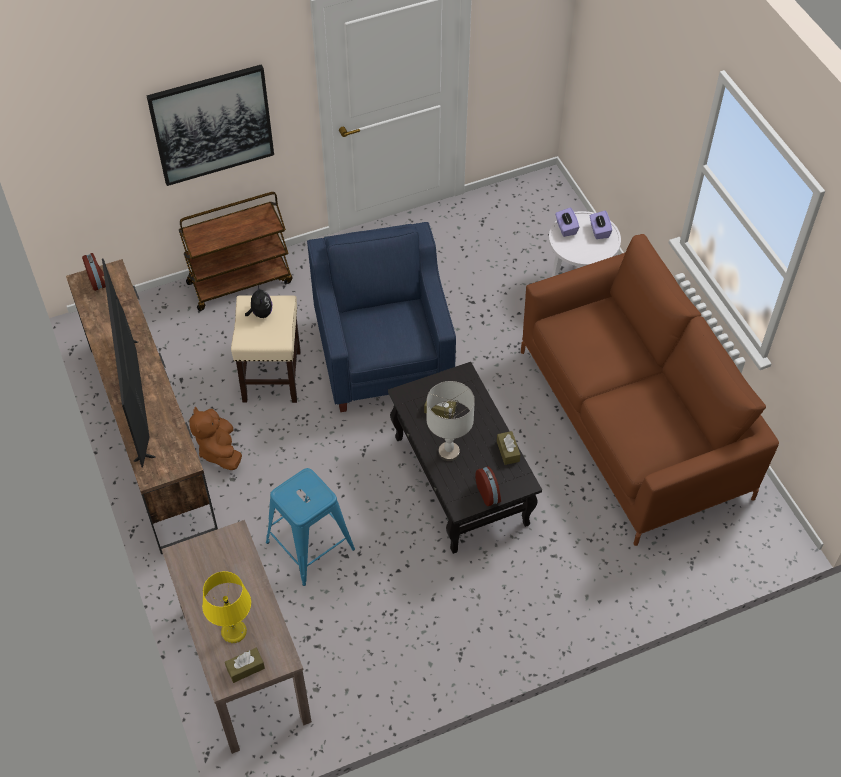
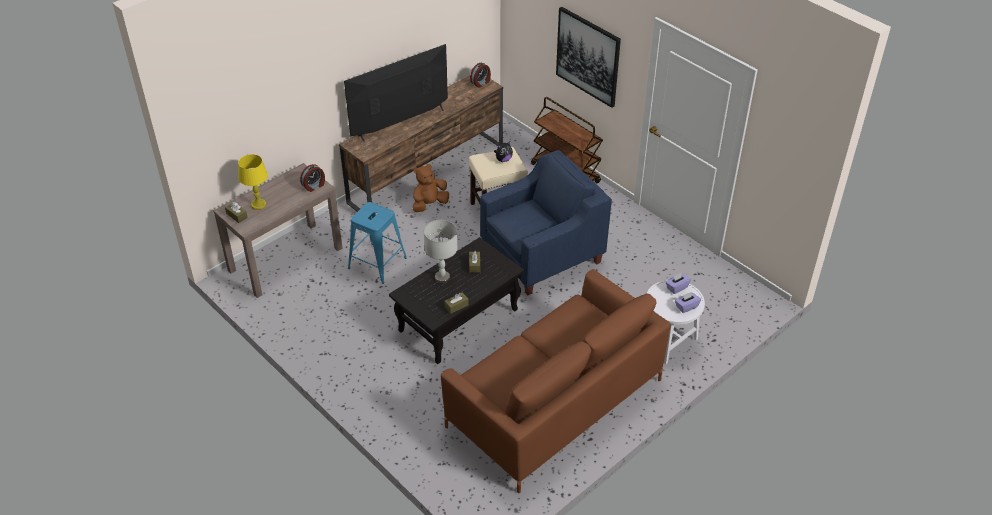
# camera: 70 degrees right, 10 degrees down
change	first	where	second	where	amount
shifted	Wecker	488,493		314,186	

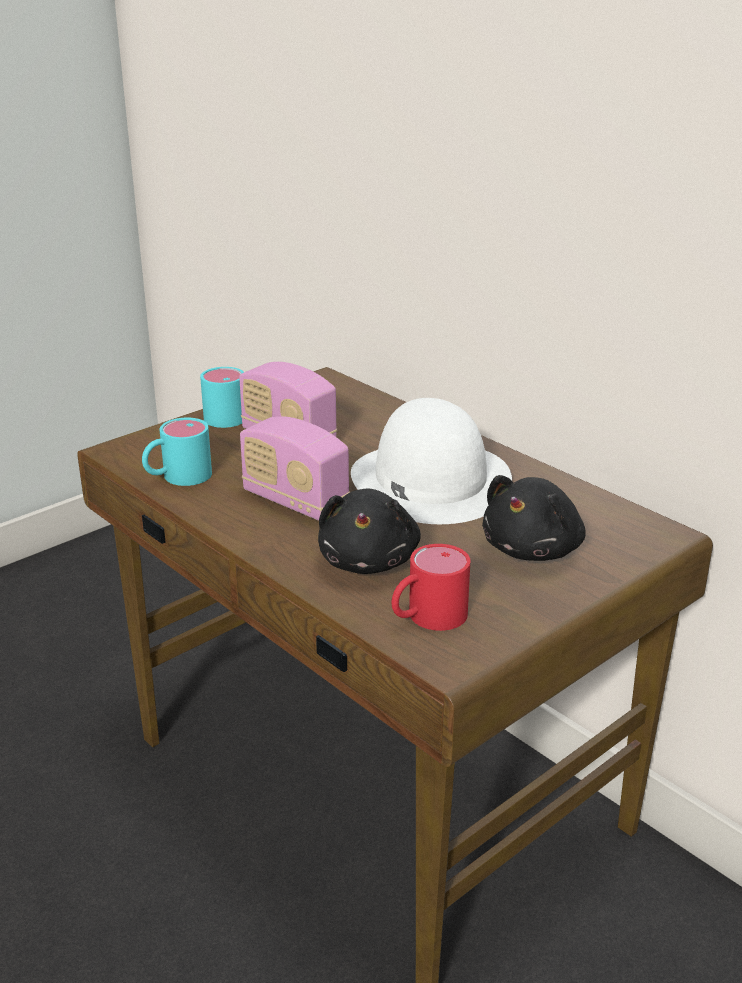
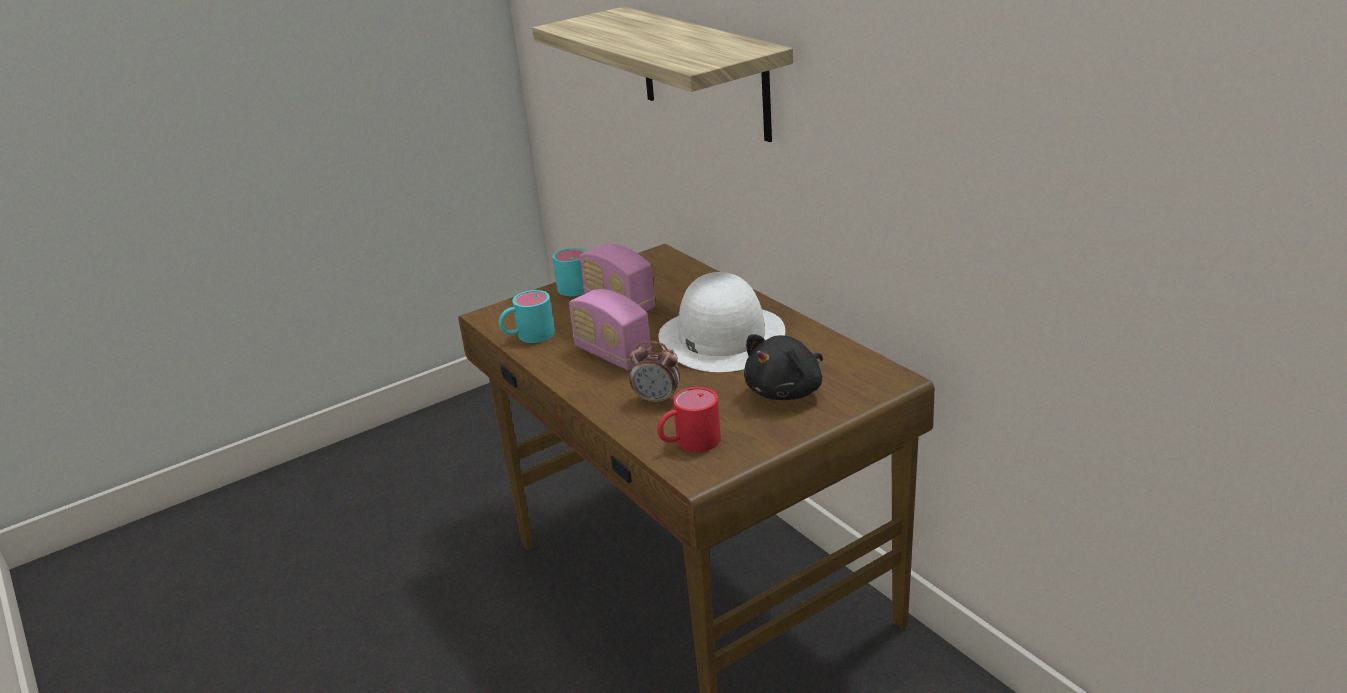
# camera: 10 degrees right, 0 degrees up
change	first	where	second	where	amount
swapped	Plüschtier/schwarz	369,560	Wecker	657,400	
new			Wandregal	703,72	

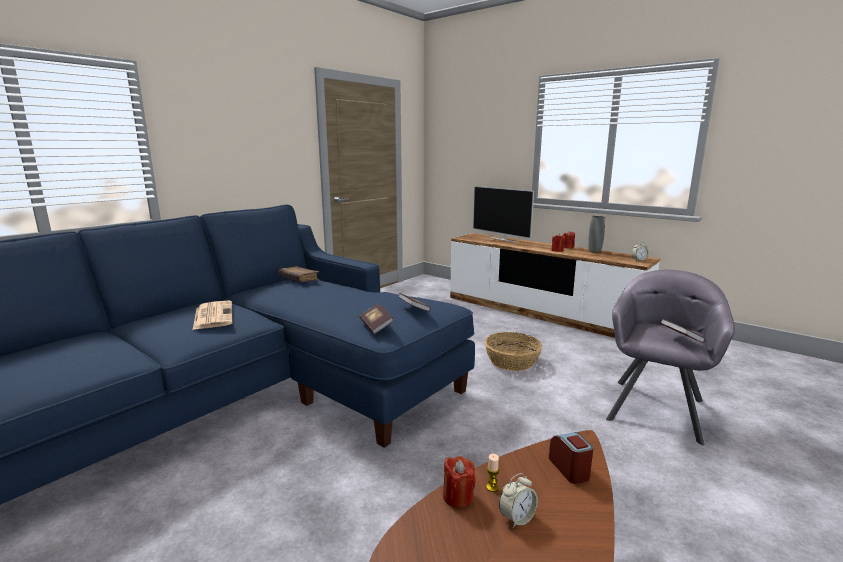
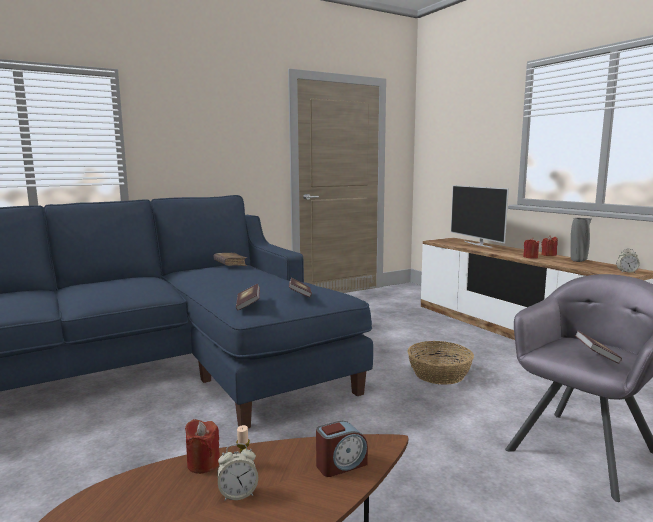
# camera: 20 degrees right, 5 degrees down
change	first	where	second	where	amount
gone	Zeitung	213,315			
rotated	Wecker	569,469		341,465	60 degrees clockwise

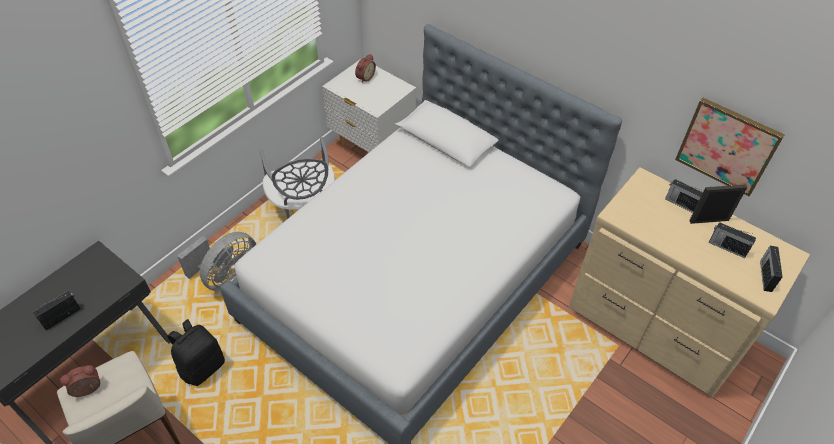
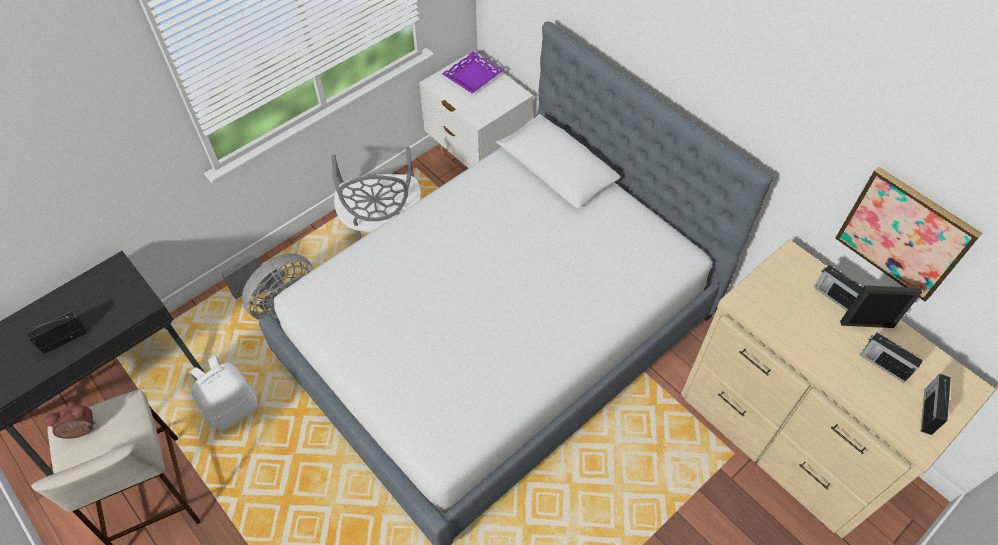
# camera: 10 degrees right, 5 degrees up
change	first	where	second	where	amount
swapped	Wecker	364,77	Tablett/lila	472,76	
repainted	Rucksack/schwarz	202,366	Rucksack/weiß	232,408	

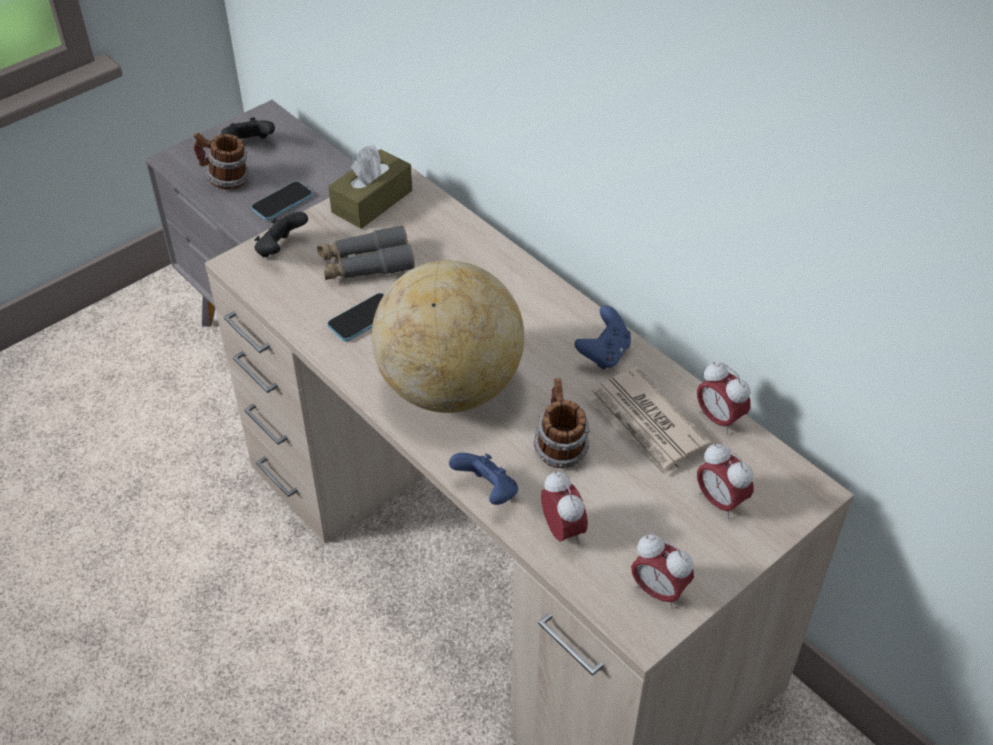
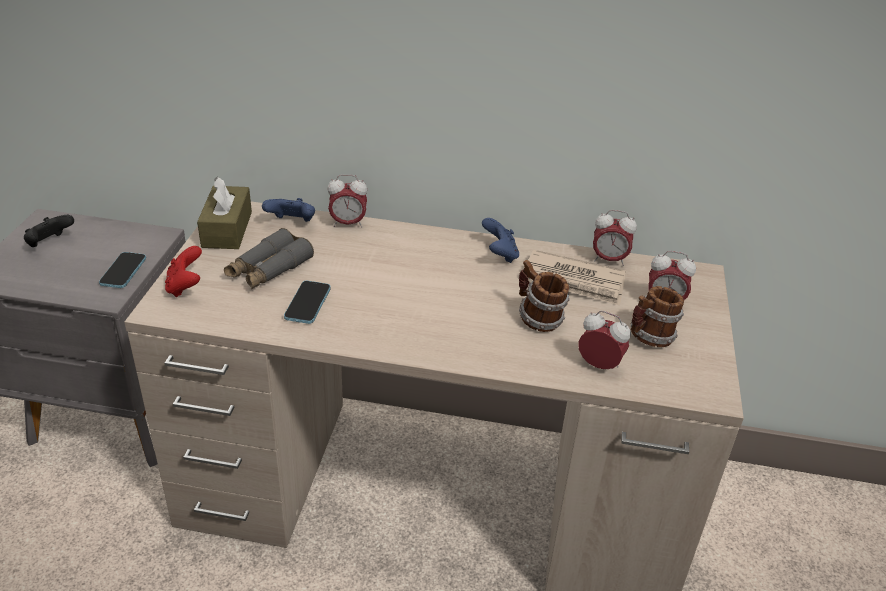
# camera: 40 degrees left, 10 degrees down
change	first	where	second	where	amount
shifted	Henkelbecher	226,180		649,338	
repainted	Gamepad/schwarz	281,249	Gamepad/rot	185,286	
gone	Globus	450,388			
shifted	Gamepad/blau	487,492		292,223	
shifted	Wecker	658,591		348,224	

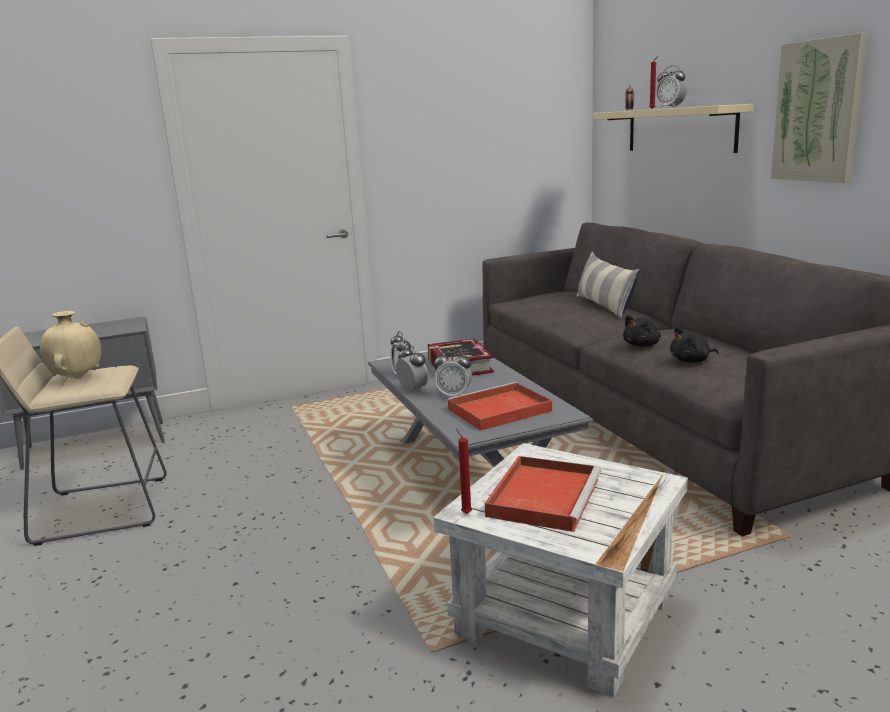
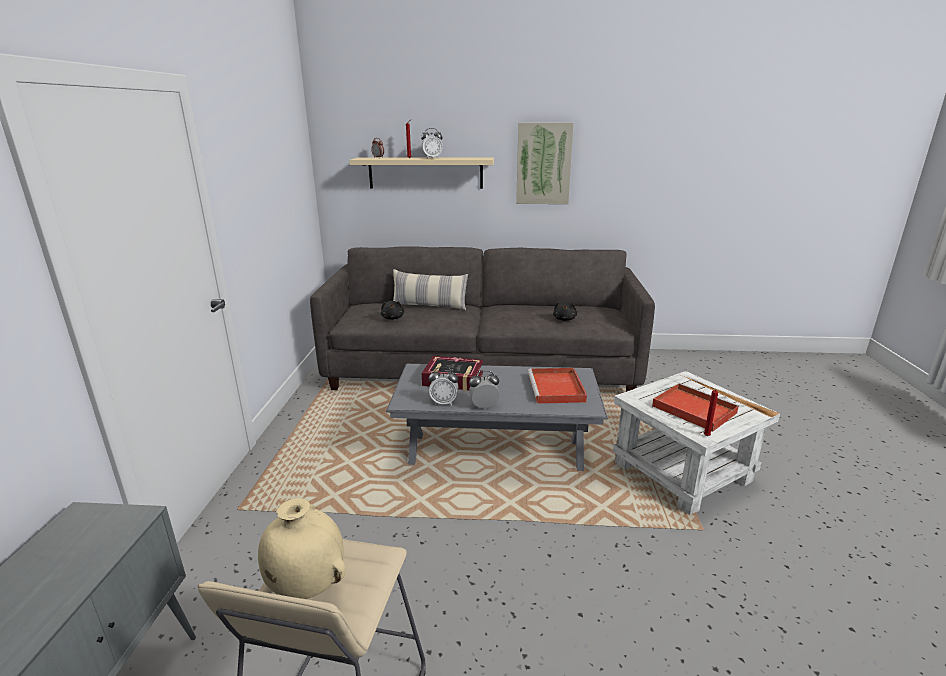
# camera: 65 degrees left, 5 degrees up
change	first	where	second	where	amount
shifted	Plüschtier/schwarz	642,345		393,318	
gone	Wecker	454,395			

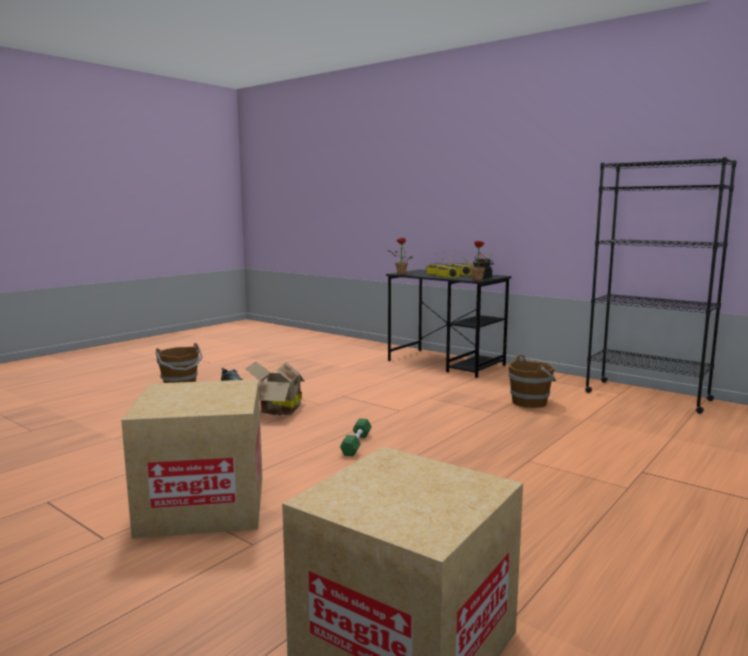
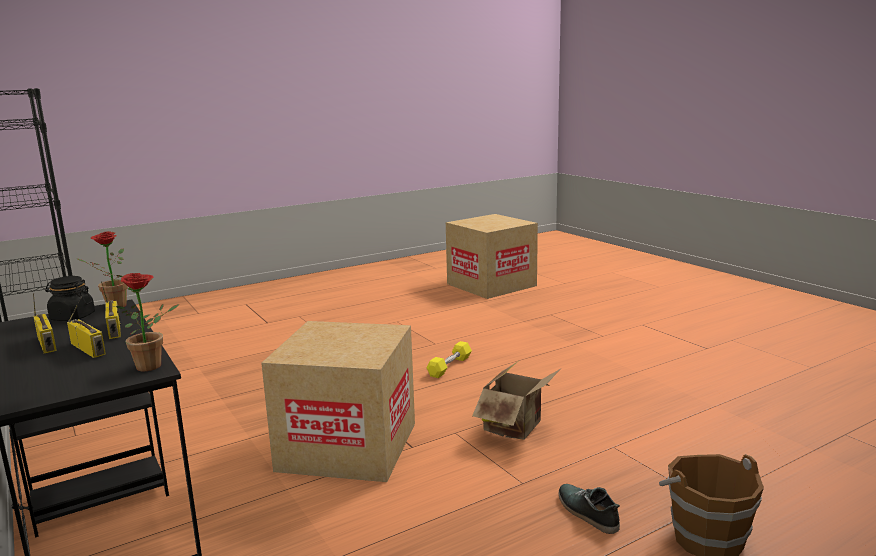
# camera: 160 degrees left, 5 degrees up
change	first	where	second	where	amount
gone	Eimer/braun	530,402			
shifted	Karton	203,504		348,446	
repainted	Hantel/grün	356,444	Hantel/gelb	450,366	

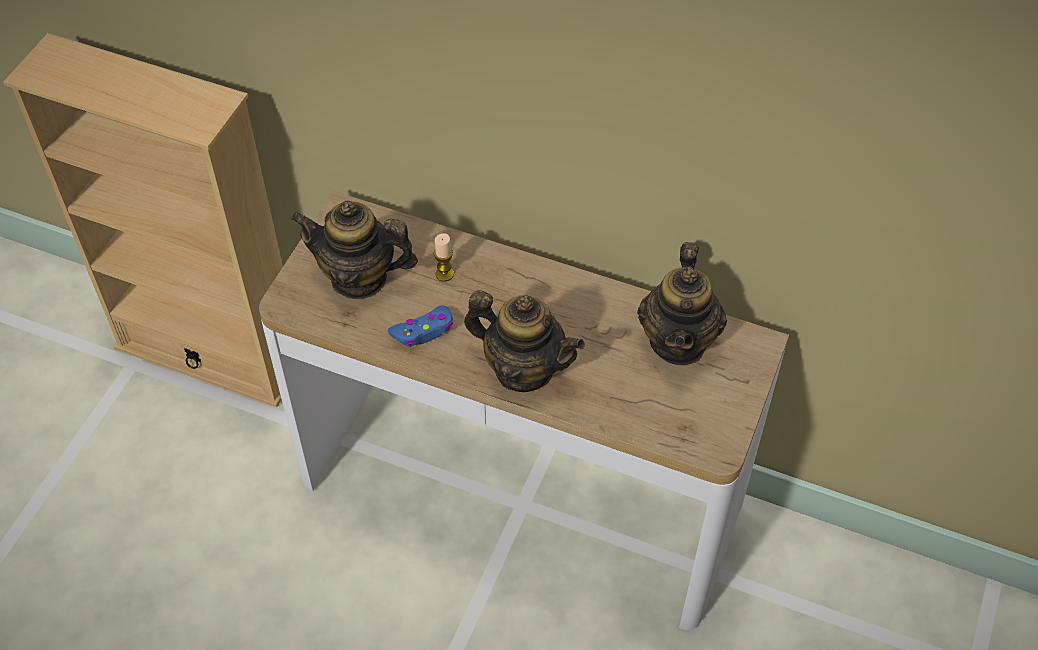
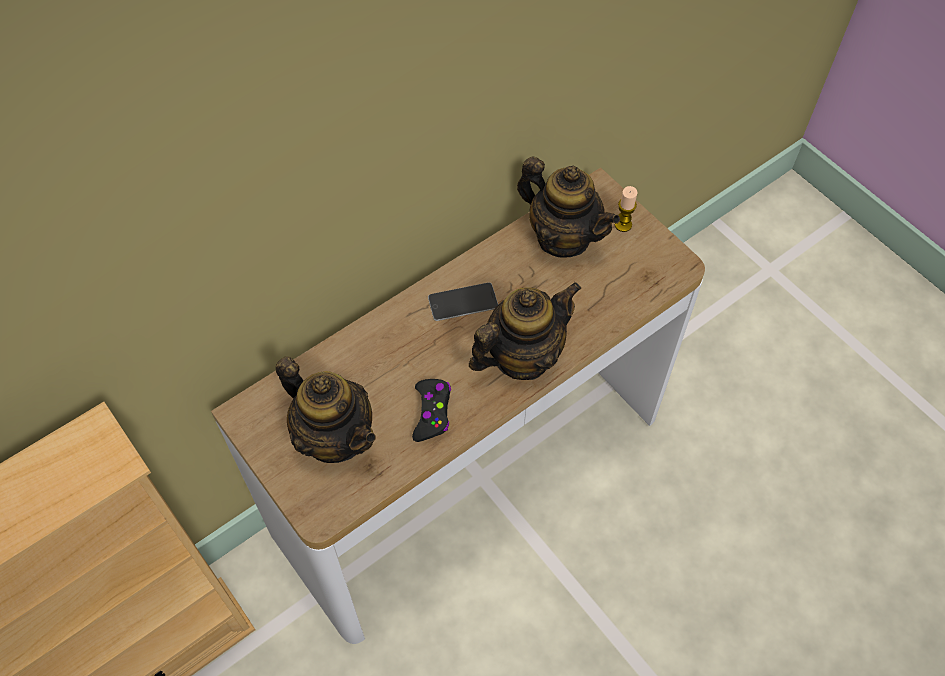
# camera: 60 degrees left, 5 degrees up
change	first	where	second	where	amount
rotated	Teekanne	359,278		335,436	90 degrees counterclockwise
shifted	Kerze	444,274		623,225	
repainted	Gamepad/blau	423,331	Gamepad/schwarz	432,413	
new			Handy	463,302	

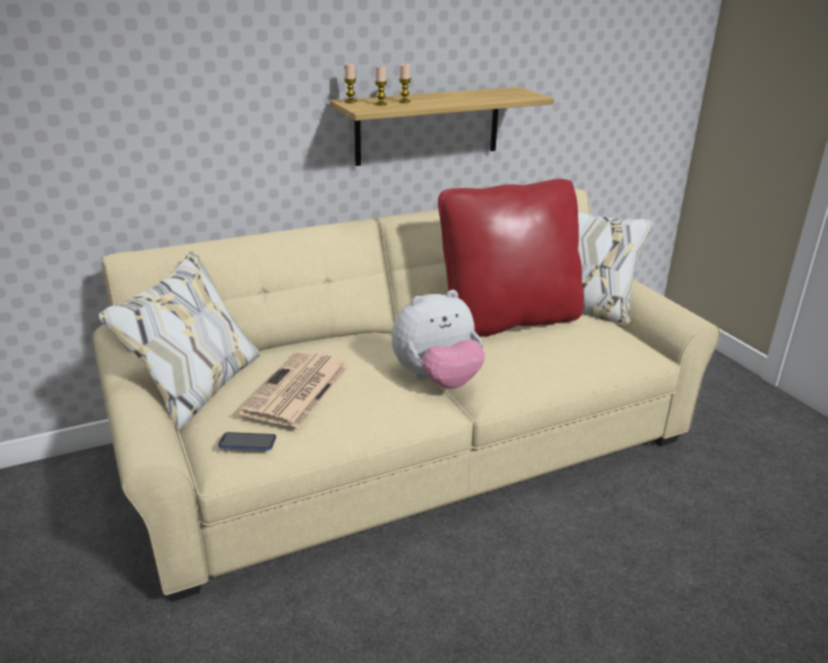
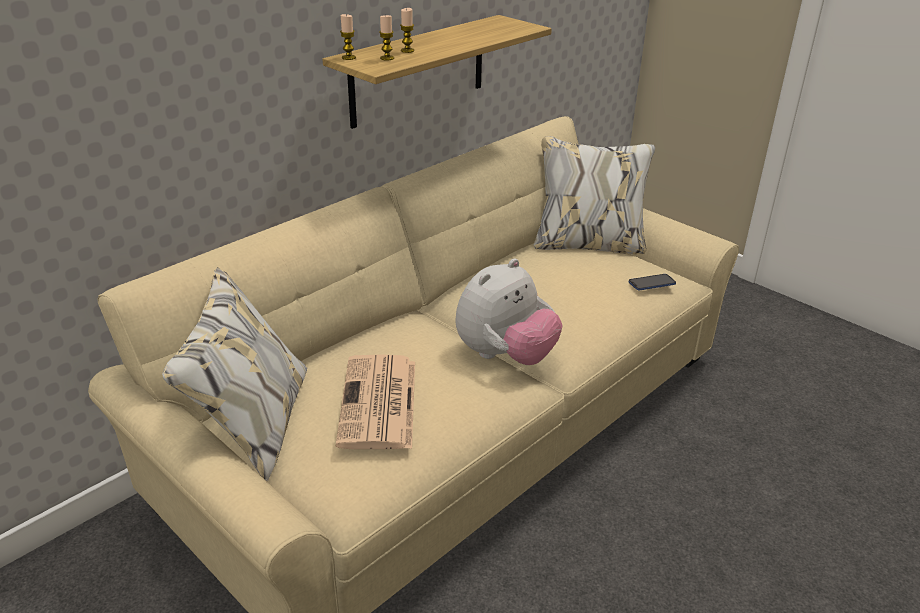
# camera: 20 degrees left, 5 degrees up
change	first	where	second	where	amount
gone	Kissen/rot	508,320			
shifted	Handy	247,442		651,283	

